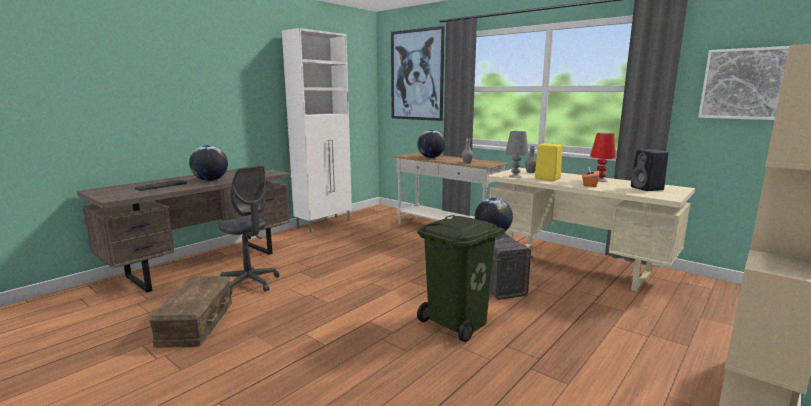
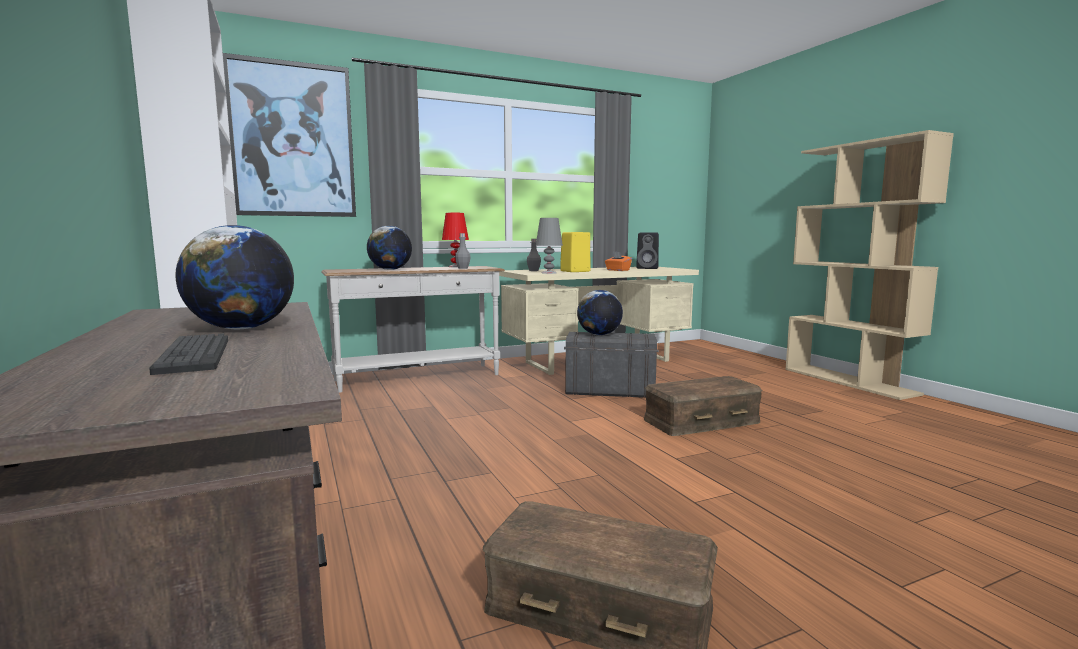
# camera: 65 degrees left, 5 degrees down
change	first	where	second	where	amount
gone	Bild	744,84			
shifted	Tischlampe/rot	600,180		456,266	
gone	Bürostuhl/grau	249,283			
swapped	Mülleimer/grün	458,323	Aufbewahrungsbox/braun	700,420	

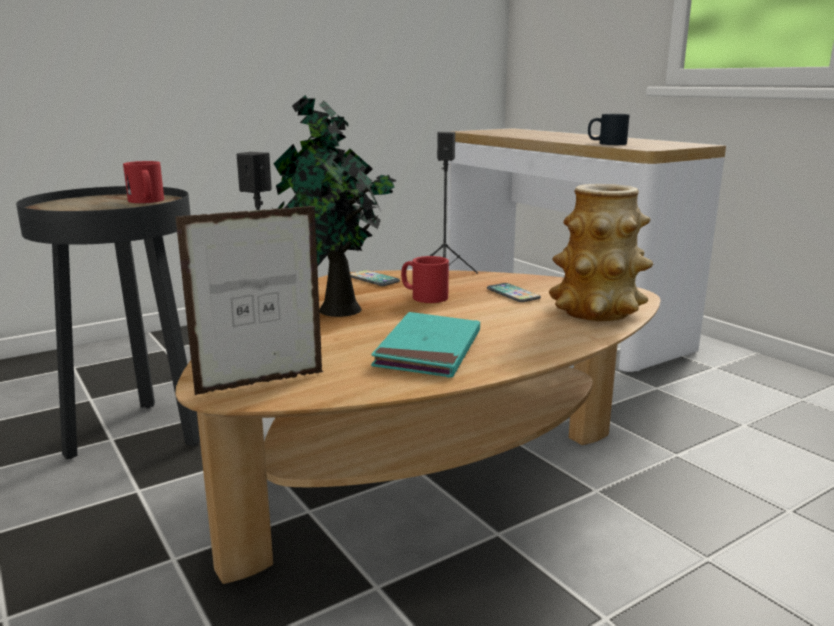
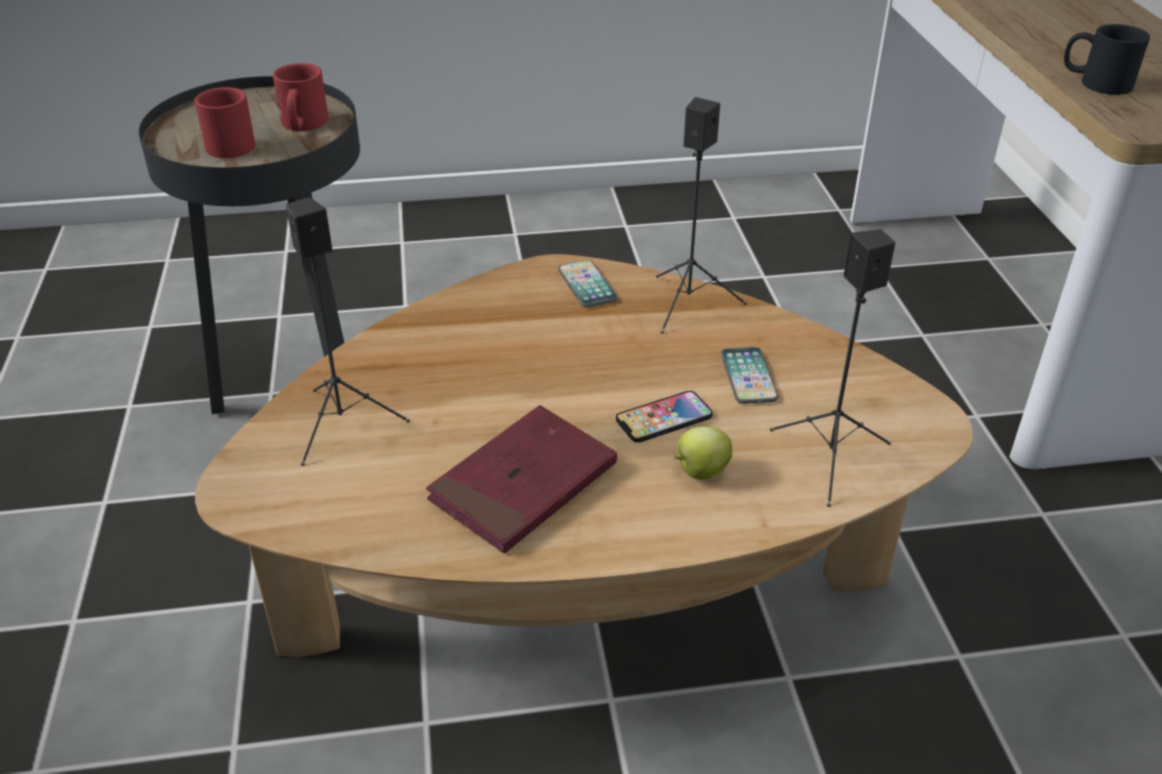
# camera: 25 degrees right, 20 degrees up
change	first	where	second	where	amount
gone	Topfpflanze	337,311			
swapped	Vase	597,312	Lautsprecher/schwarz	830,459	
gone	Bilderrahmen	261,383			
shifted	Henkelbecher/rot	423,296		227,142	
repainted	Buch/türkis	428,350	Buch/rot	523,484	
new			Handy	664,418	
new			Apfel	700,472	

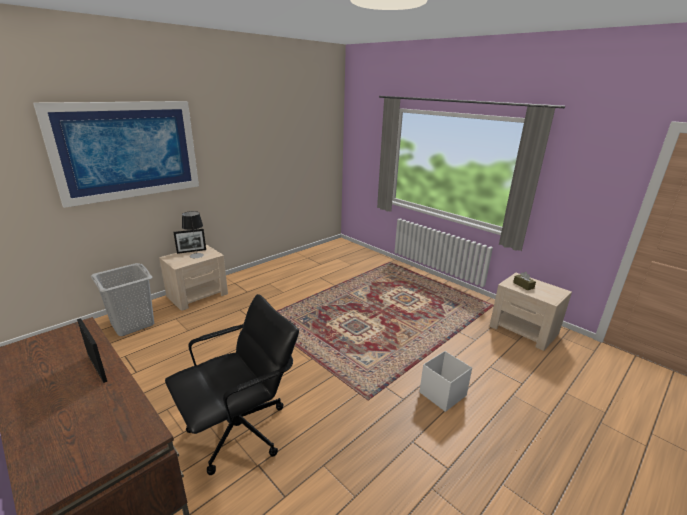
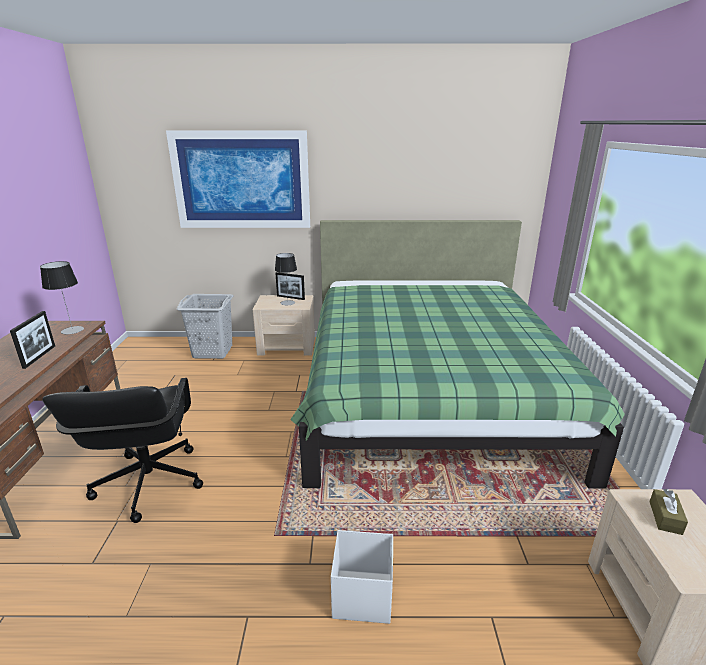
# camera: 45 degrees right, 0 degrees up
change	first	where	second	where	amount
rotated	Bürostuhl/schwarz	240,431		148,483	75 degrees clockwise
new			Bett/grün	427,395	
new			Tischlampe	72,330	

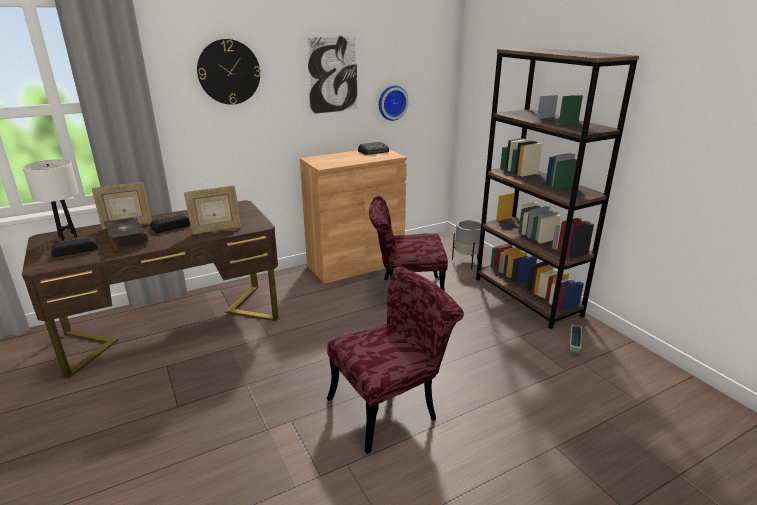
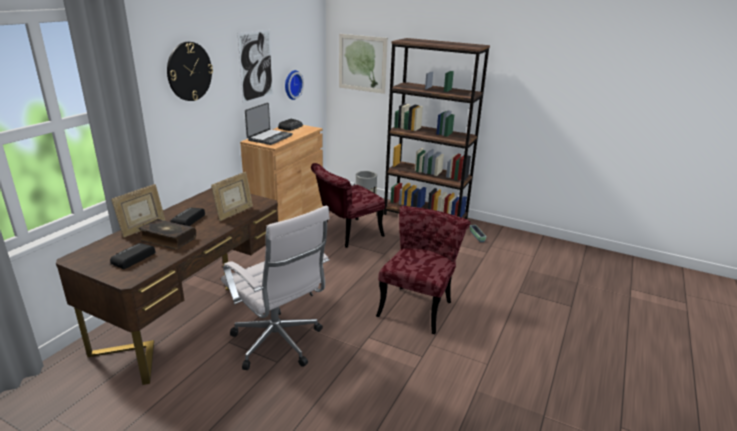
# camera: 35 degrees left, 0 degrees up
change	first	where	second	where	amount
gone	Tischlampe/weiß	68,236			
new			Bild	362,63	
new			Laptop	269,137	
new			Bürostuhl/weiß	279,344	

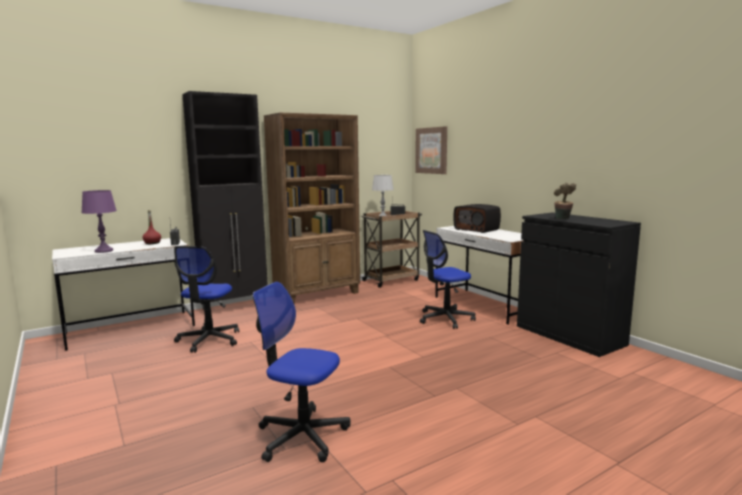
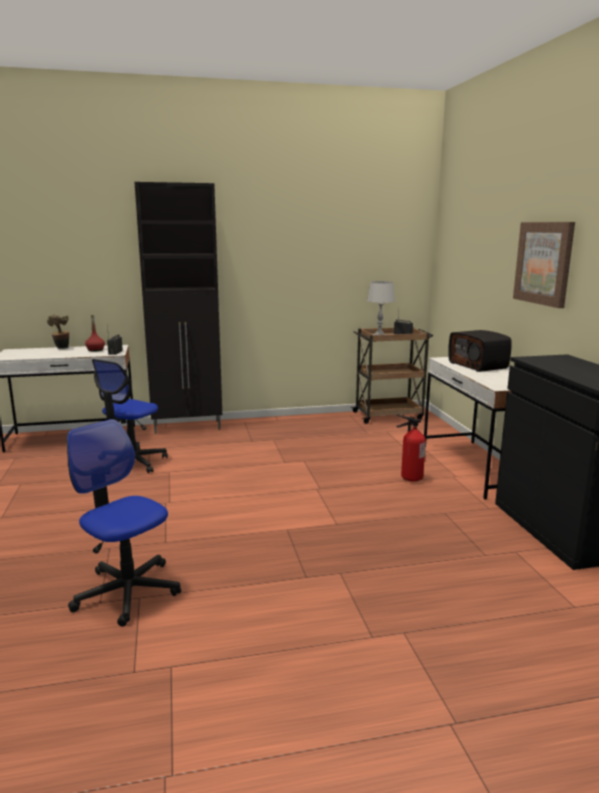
# camera: 20 degrees right, 5 degrees up
change	first	where	second	where	amount
gone	Bücherregal/braun	318,294			
shifted	Bild	431,150		544,263	
shifted	Topfpflanze	563,219		61,348	
gone	Tischlampe/lila	103,251			
swapped	Bürostuhl	445,319	Feuerlöscher	409,478	

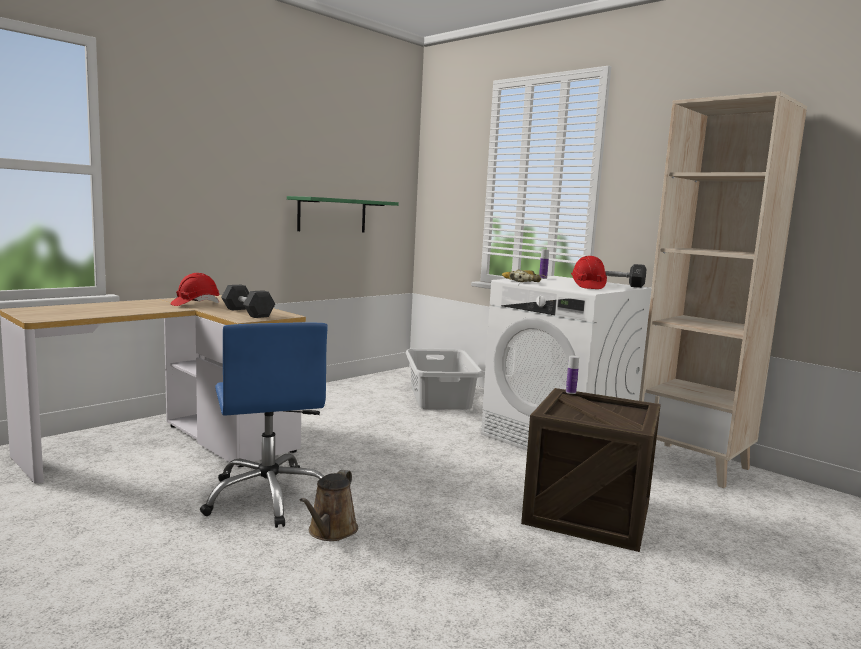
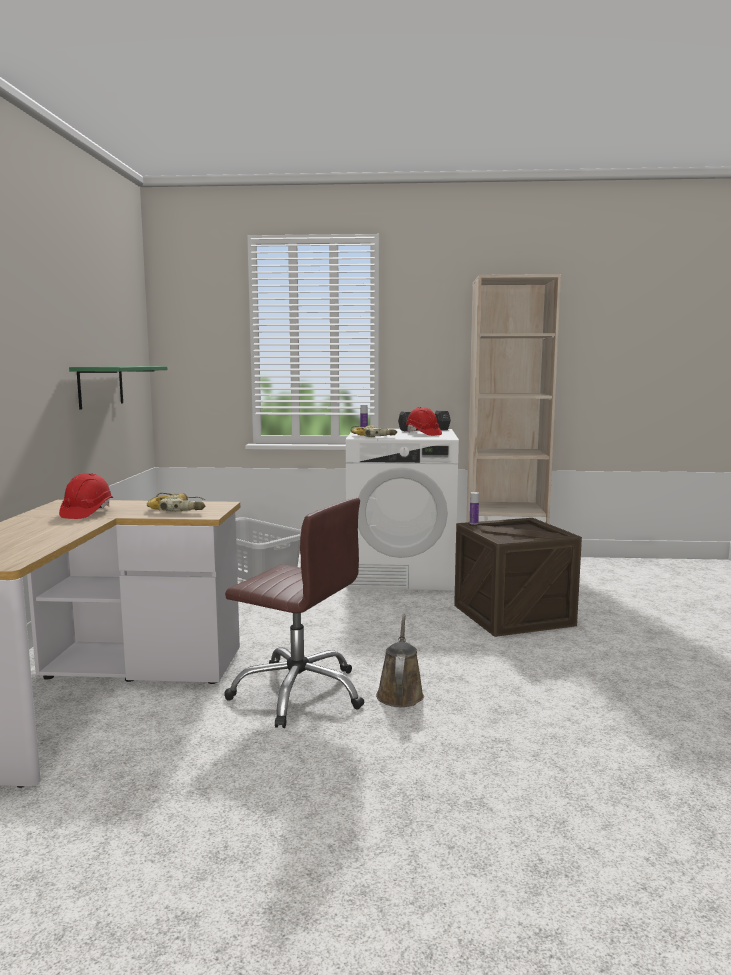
# camera: 40 degrees left, 0 degrees up
change	first	where	second	where	amount
swapped	Hantel/schwarz	247,312	Bohrmaschine	179,509	
repainted	Bürostuhl/blau	269,497	Bürostuhl/braun	299,692	
rotated	Gießkanne/braun	330,531		400,693	150 degrees counterclockwise

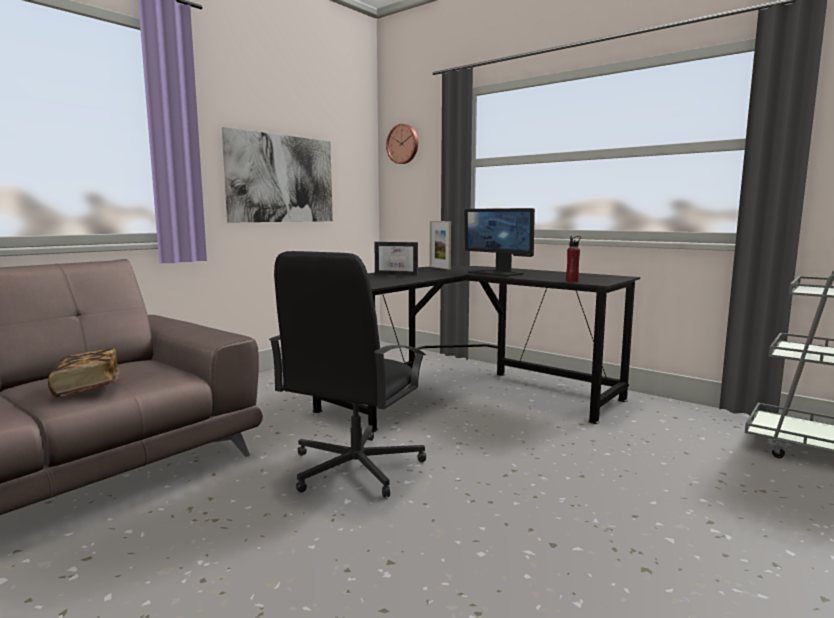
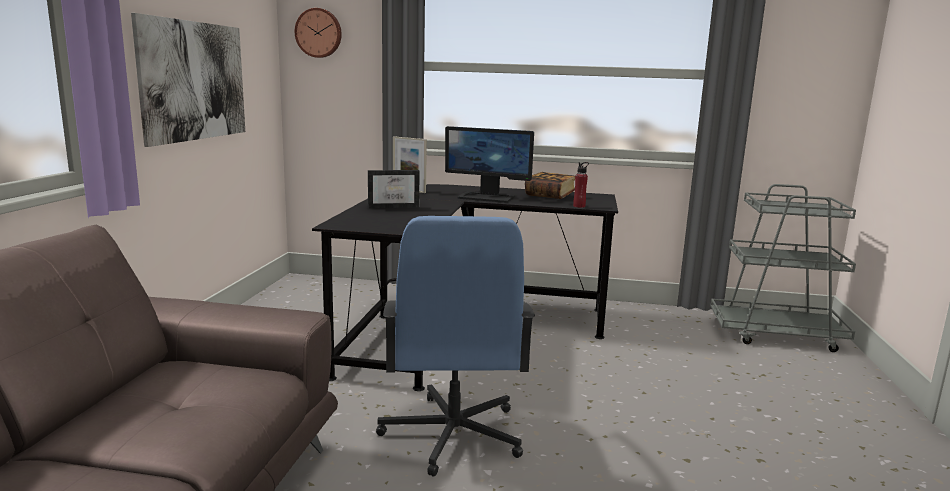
# camera: 30 degrees left, 5 degrees up
change	first	where	second	where	amount
repainted	Bürostuhl/schwarz	354,468	Bürostuhl/blau	452,435	
shifted	Buch	87,388		550,195	

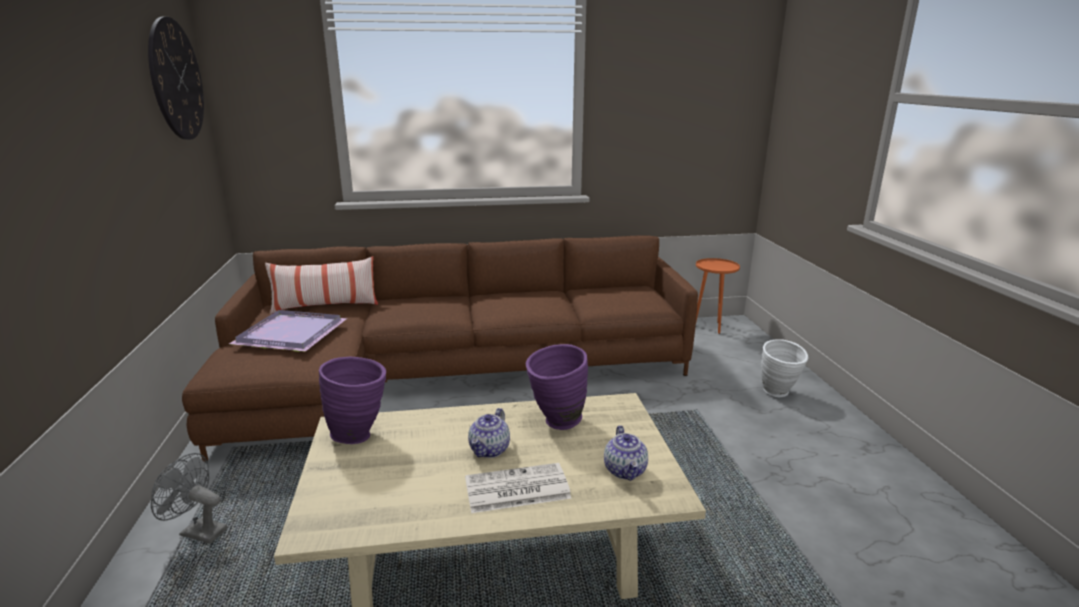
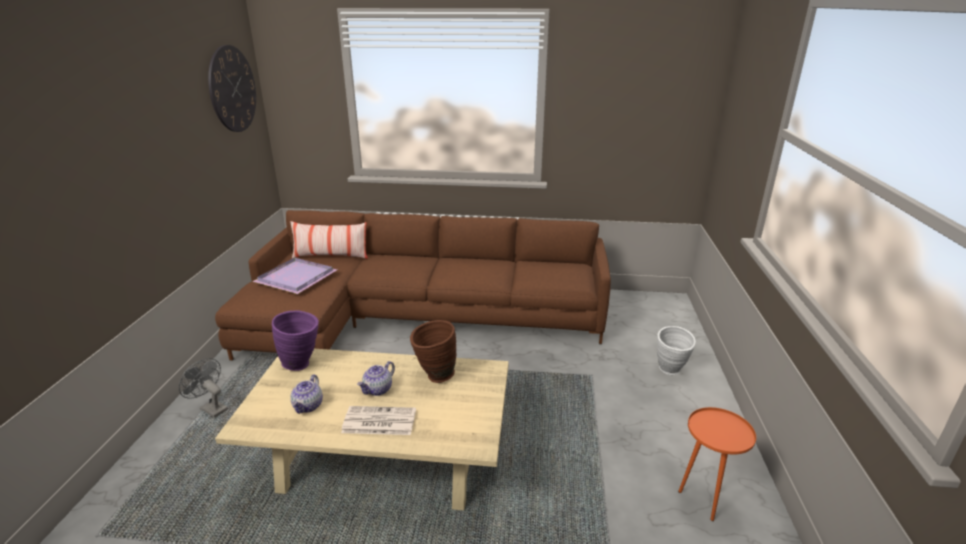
# camera: 15 degrees right, 5 degrees up
change	first	where	second	where	amount
shifted	Beistelltisch/orange	710,327		703,500	
repainted	Vase/lila	555,423	Vase/braun	434,376	
shifted	Teekanne	625,471		308,406	

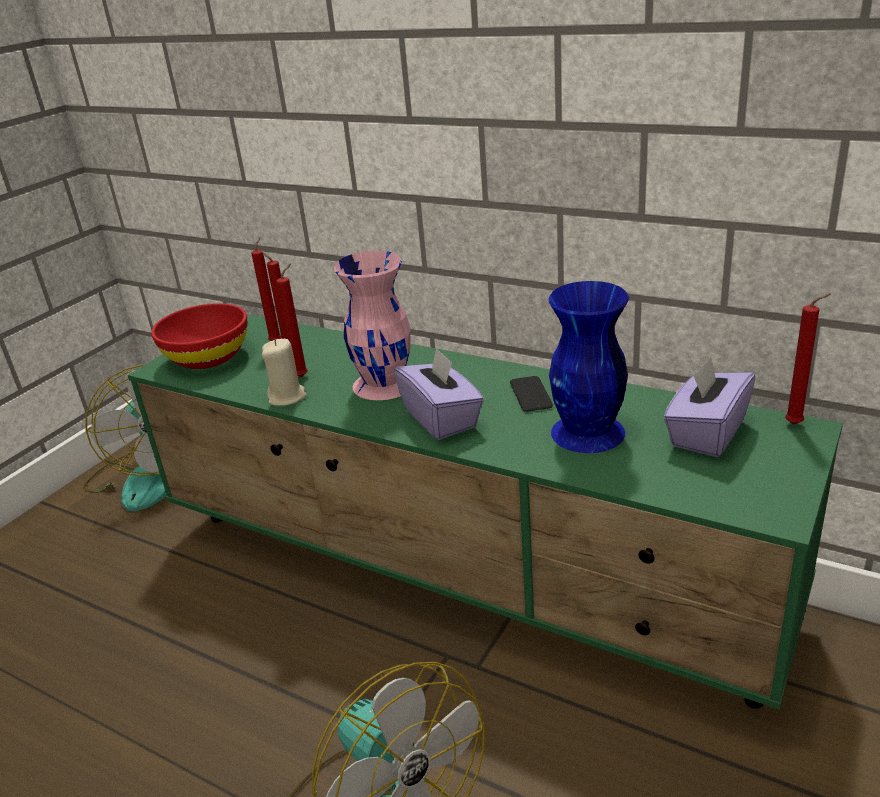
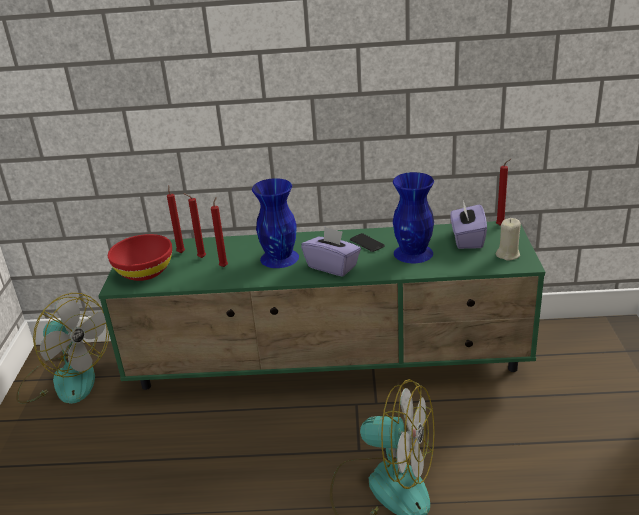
# camera: 30 degrees left, 0 degrees up
change	first	where	second	where	amount
repainted	Vase/rosa	385,383	Vase/blau	279,257	
shifted	Kerze/beige	287,397		508,254	

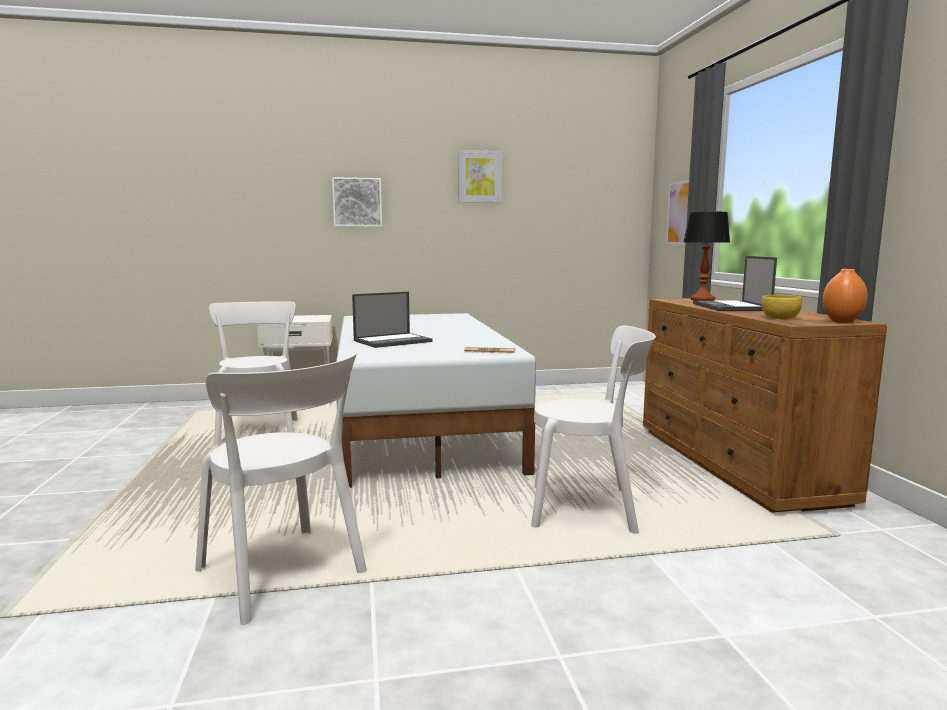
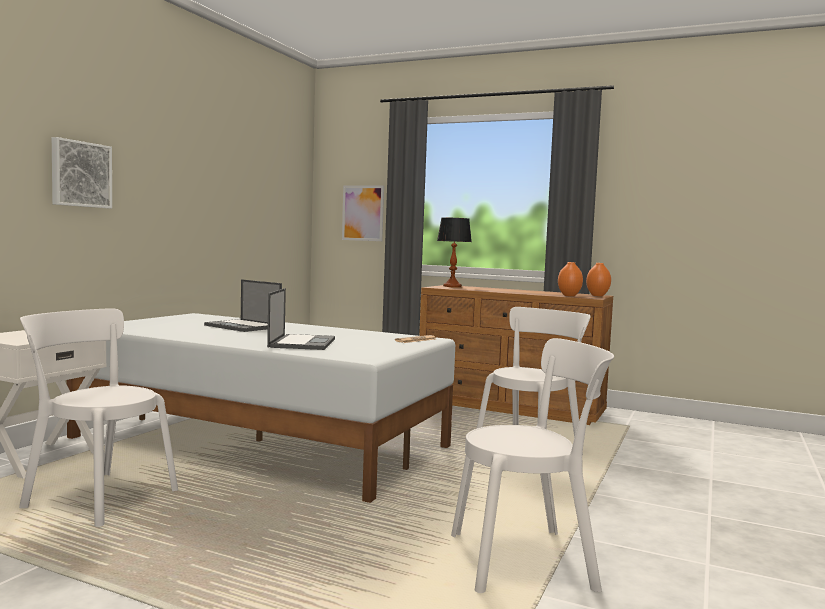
# camera: 55 degrees left, 5 degrees down
change	first	where	second	where	amount
gone	Bild	479,177			
shifted	Laptop	731,307		243,326	
swapped	Schüssel/gelb	780,318	Vase/orange	569,295	

